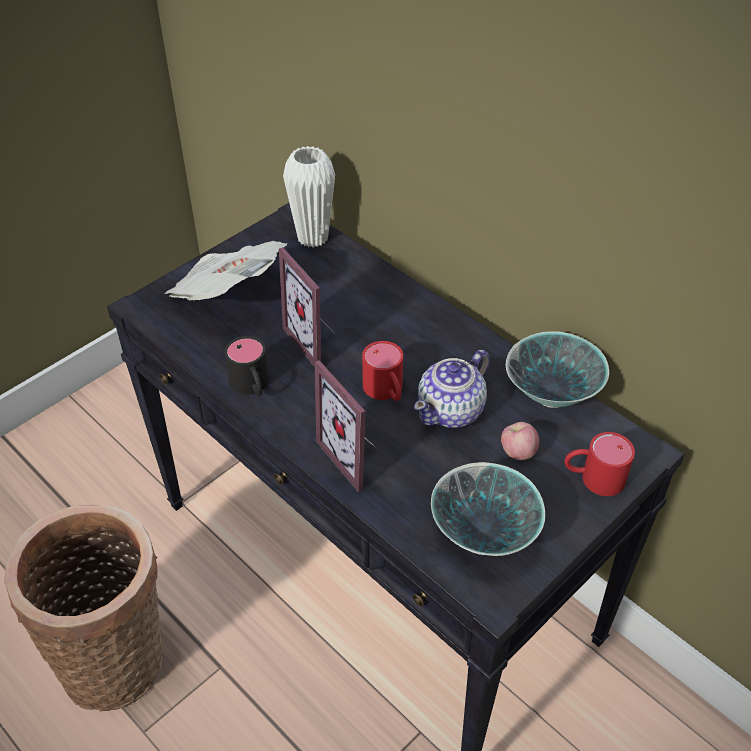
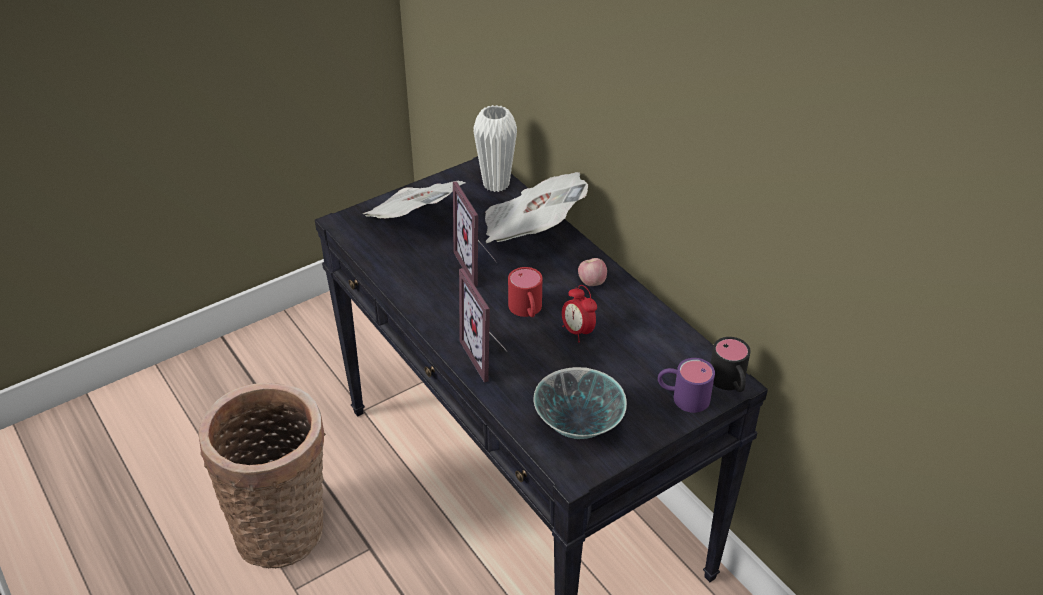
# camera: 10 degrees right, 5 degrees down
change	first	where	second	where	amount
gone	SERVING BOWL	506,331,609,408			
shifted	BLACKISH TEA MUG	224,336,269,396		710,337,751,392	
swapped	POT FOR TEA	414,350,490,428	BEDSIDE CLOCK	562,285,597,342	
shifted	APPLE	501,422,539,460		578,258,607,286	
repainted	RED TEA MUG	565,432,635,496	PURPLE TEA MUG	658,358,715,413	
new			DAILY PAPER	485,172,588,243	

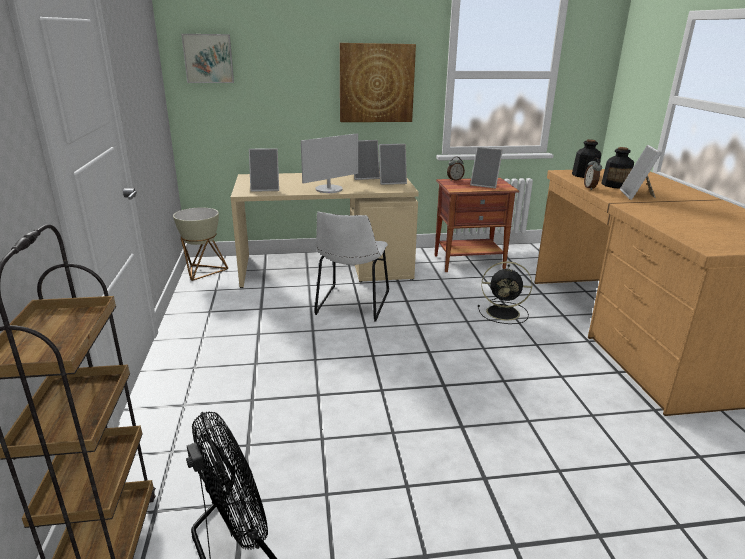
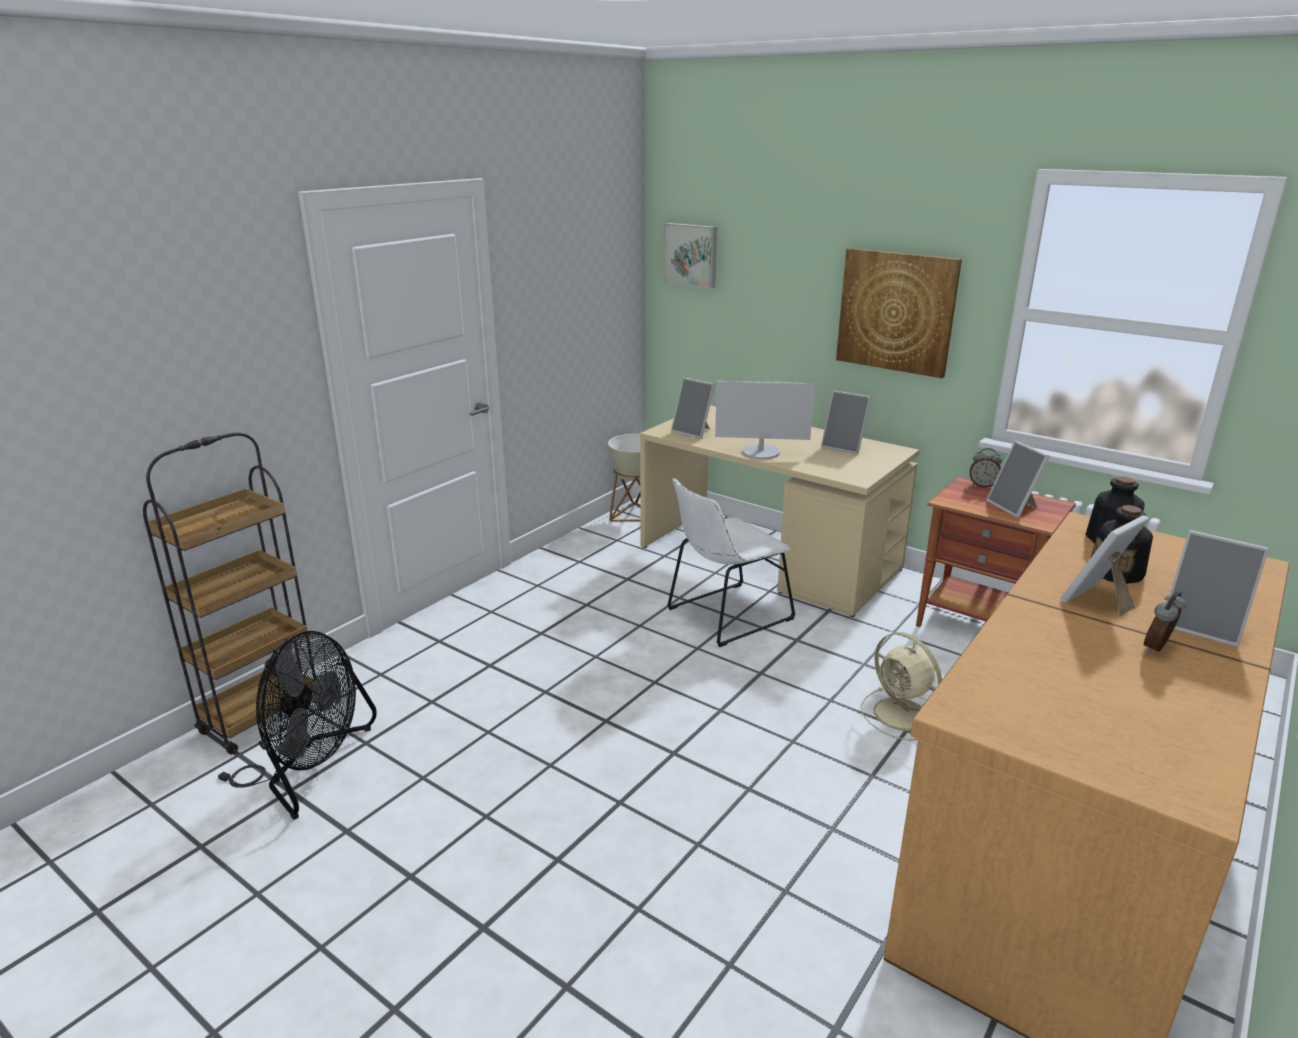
# camera: 45 degrees right, 0 degrees up
change	first	where	second	where	amount
shifted	STANDING FRAME	379,144,407,185		1168,530,1269,647	
shifted	BEDSIDE CLOCK	584,158,602,190		1144,591,1187,653	
repainted	BLACKISH COOLING FAN	478,261,532,324	SAND-COLOURED COOLING FAN	861,632,942,741	

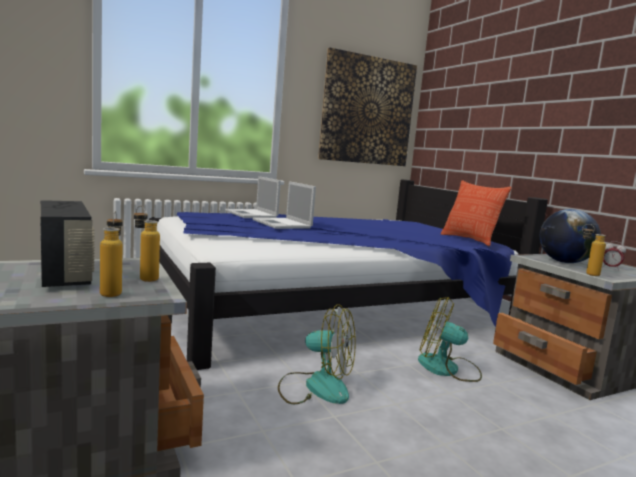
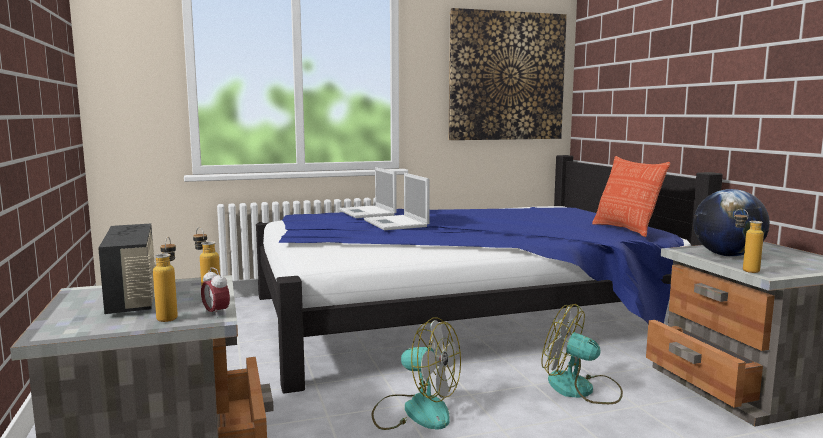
# camera: 10 degrees right, 0 degrees up
change	first	where	second	where	amount
shifted	BEDSIDE CLOCK	603,241,626,270		201,267,230,318	

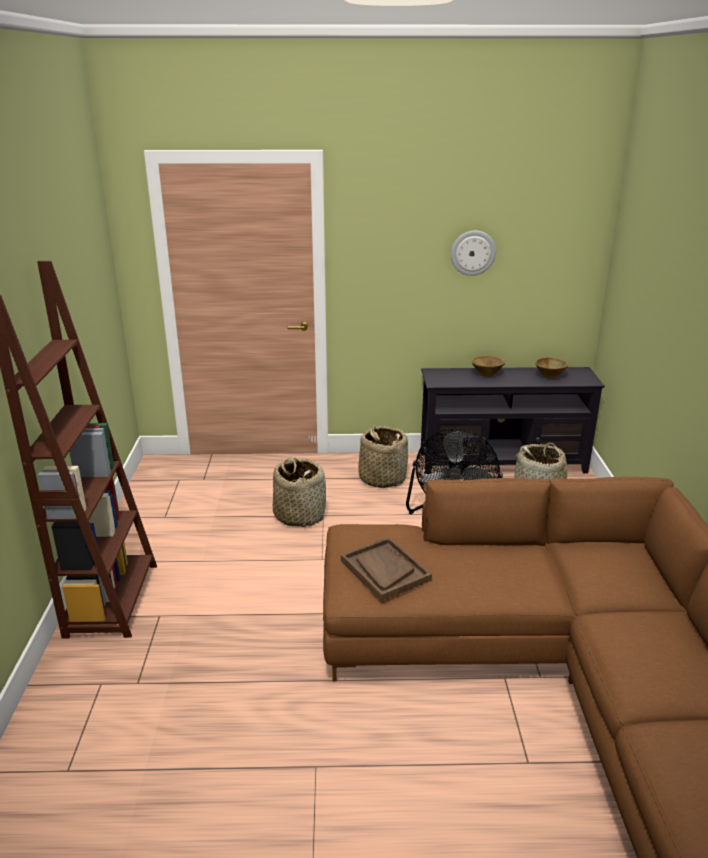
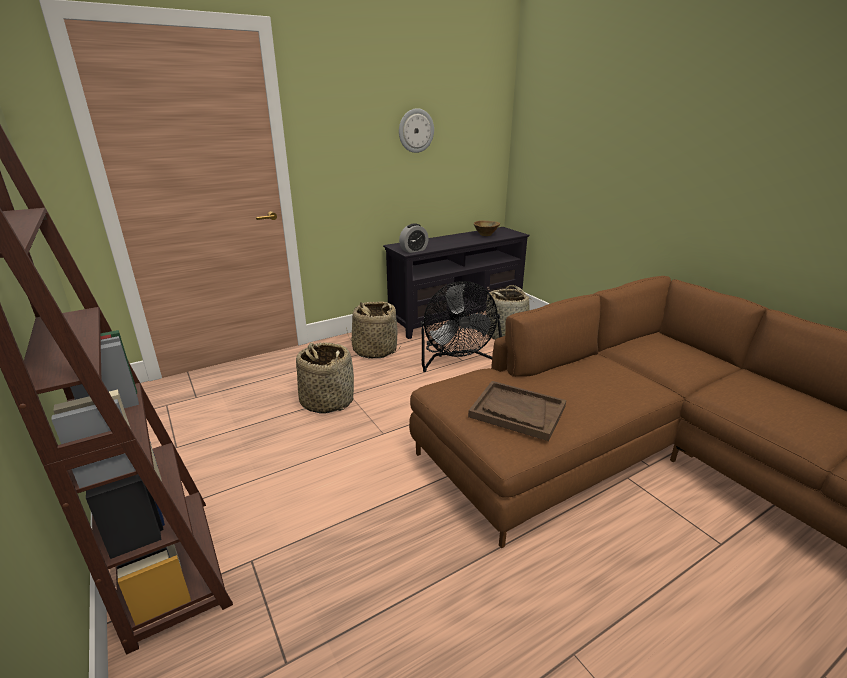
# camera: 30 degrees left, 0 degrees up
change	first	where	second	where	amount
gone	BROWN-COLOURED SERVING BOWL	471,355,505,377			
new			BEDSIDE CLOCK	399,223,429,253	

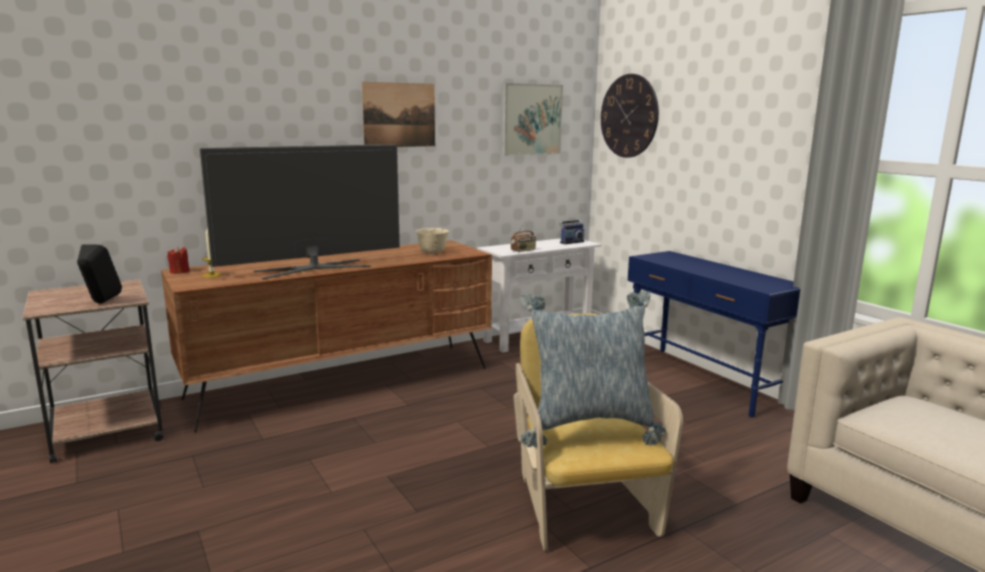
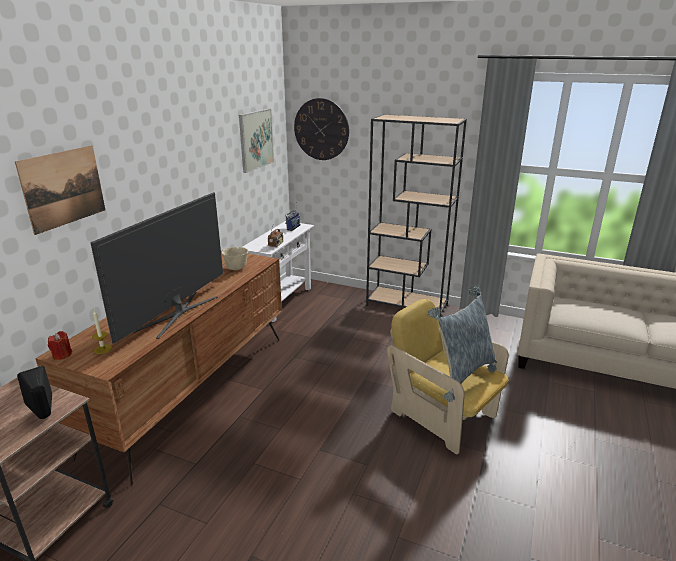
# camera: 35 degrees left, 10 degrees up
change	first	where	second	where	amount
shifted	WALL ART	362,82,435,147		15,145,105,235	
swapped	BLUE NARROW TABLE	627,251,800,418	SHELVING UNIT	366,114,467,317	

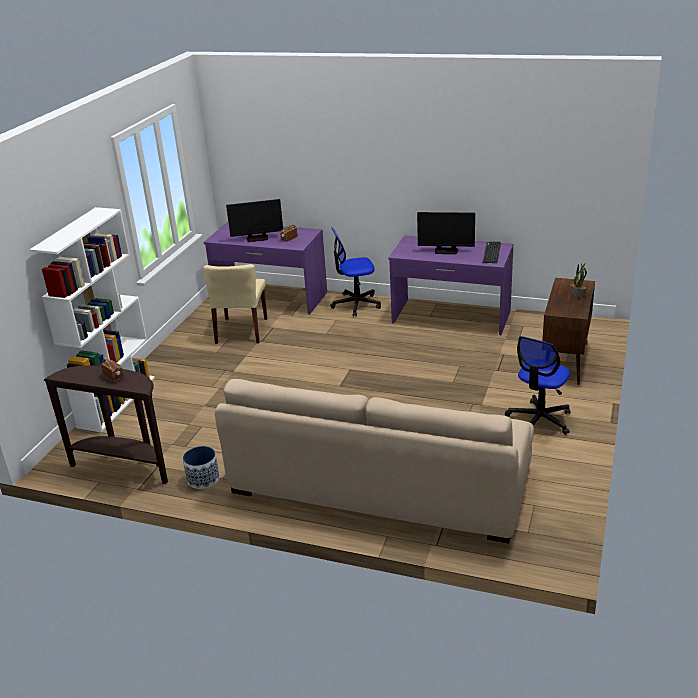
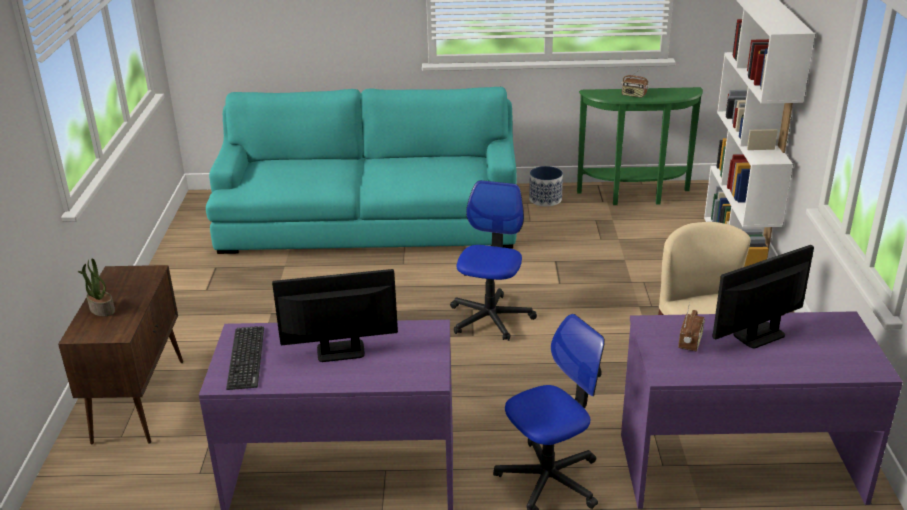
# camera: 160 degrees right, 0 degrees up
change	first	where	second	where	amount
shifted	DESK CHAIR	505,336,570,435		450,180,537,341	
repainted	BROWN-COLOURED NARROW TABLE	43,365,168,484	GREENISH NARROW TABLE	577,87,703,205	
repainted	SAND-COLOURED COUCH	215,379,534,544	TURQUOISE-COLOURED COUCH	206,87,517,254	

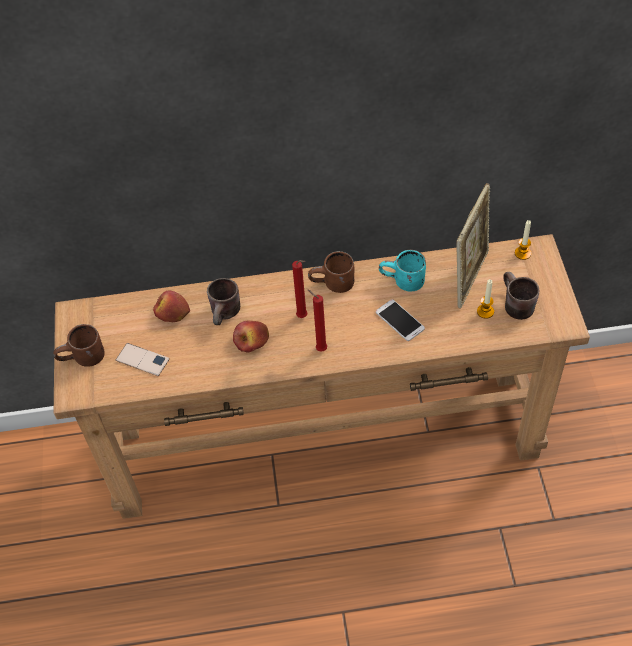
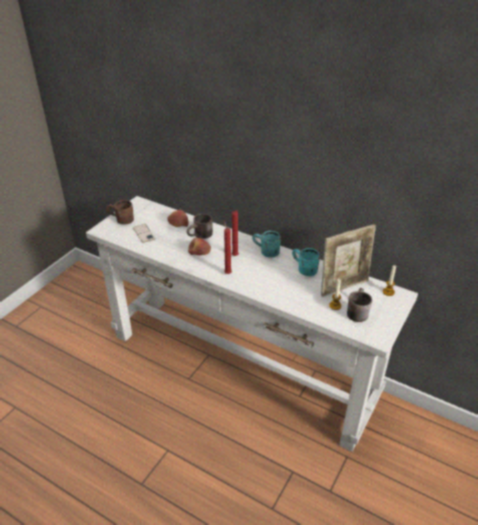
# camera: 35 degrees right, 15 degrees down
change	first	where	second	where	amount
repainted	BROWN-COLOURED NARROW TABLE	53,234,590,519	WHITE-COLOURED NARROW TABLE	86,196,418,452	
repainted	BROWN-COLOURED TEA MUG	308,251,354,293	TURQUOISE-COLOURED TEA MUG	252,231,281,258	
gone	TELEPHONE	376,299,425,341			

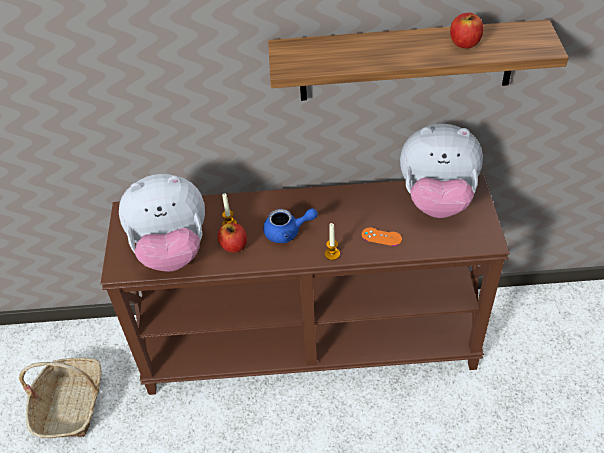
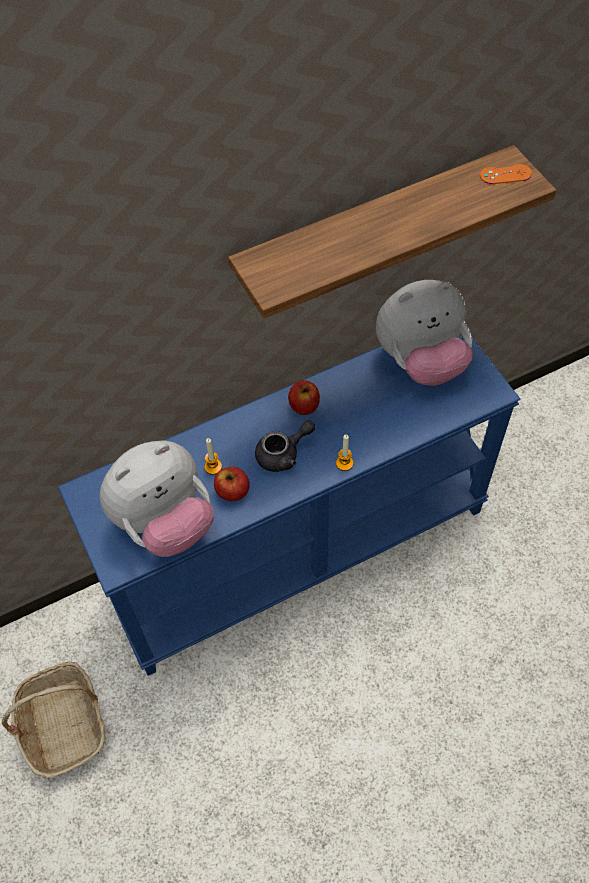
# camera: 25 degrees left, 10 degrees up
change	first	where	second	where	amount
shifted	APPLE	450,12,484,49		288,380,320,415	
repainted	BROWN-COLOURED NARROW TABLE	100,174,510,395	BLUE NARROW TABLE	58,335,521,676	
repainted	BLUE POT FOR TEA	263,208,318,243	GRAY POT FOR TEA	255,420,315,472	
shifted	ORANGE-COLOURED GAME CONTROLLER	362,227,402,246		480,164,532,184	

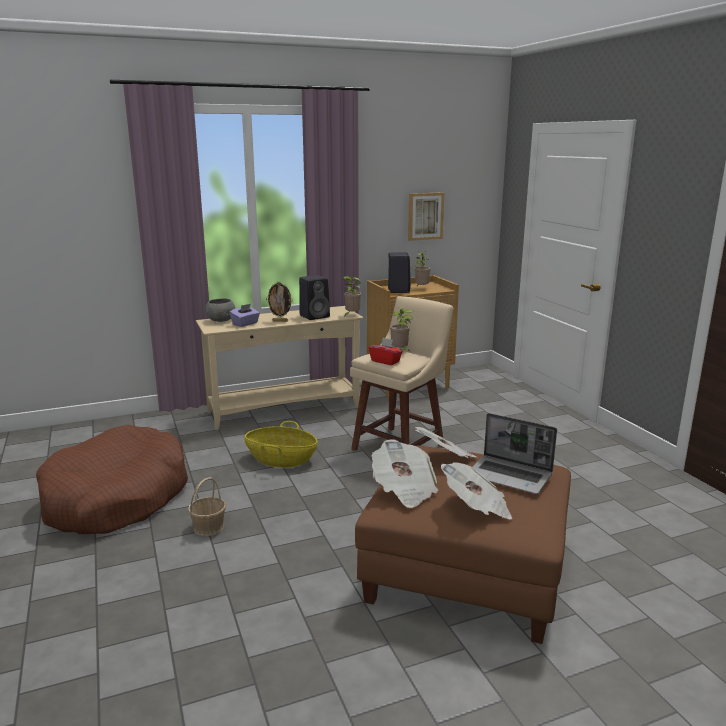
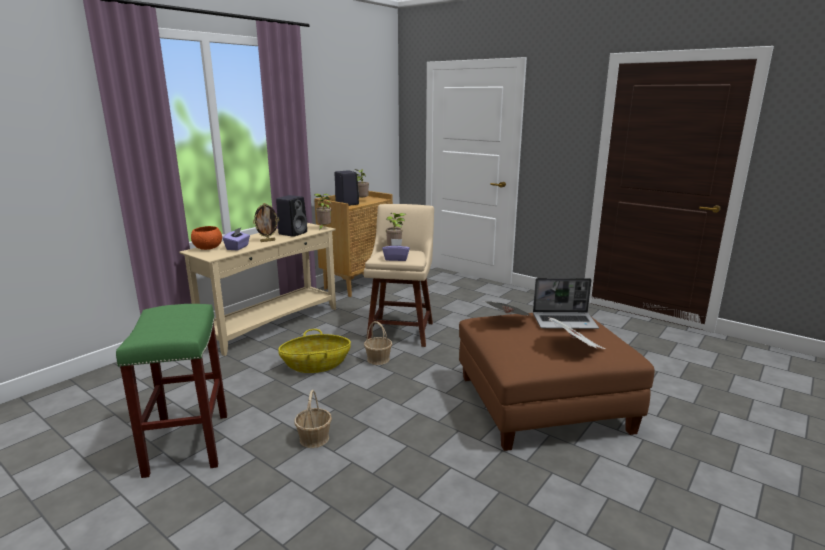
# camera: 30 degrees left, 0 degrees up
change	first	where	second	where	amount
gone	WALL ART	408,192,444,241			
repainted	GRAY SERVING BOWL	206,298,235,322	ORANGE-COLOURED SERVING BOWL	191,226,222,250	
repainted	RED TISSUE HOLDER	369,338,403,365	PURPLE TISSUE HOLDER	382,239,410,261	
swapped	BROWN-COLOURED DOG BED	36,425,188,534	GREENISH STOOL SEAT	116,304,227,478	
gone	DAILY PAPER	371,439,438,508			
new			HOUSEHOLD BASKET	364,321,392,365	

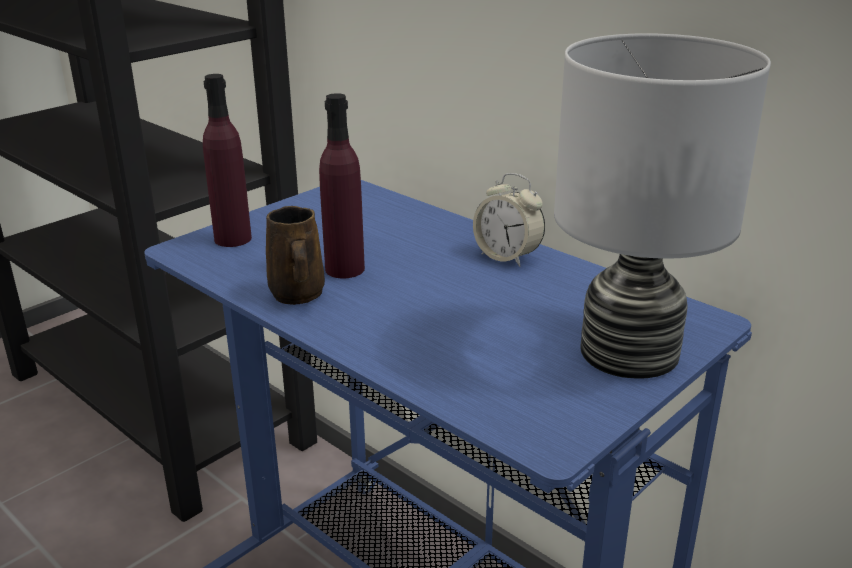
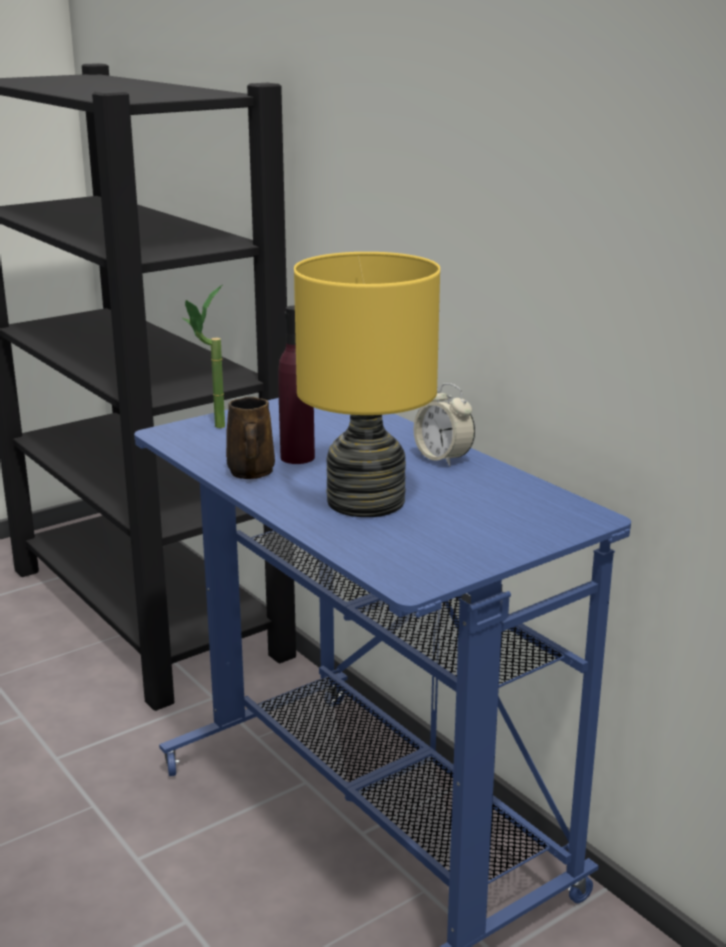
# camera: 10 degrees right, 5 degrees down
change	first	where	second	where	amount
gone	GRAY TABLETOP LAMP	554,33,771,379			
swapped	PURPLE BEVERAGE BOTTLE	203,74,252,247	PLANT IN A POT	183,285,225,428	
new			YELLOW TABLETOP LAMP	294,252,440,517	

